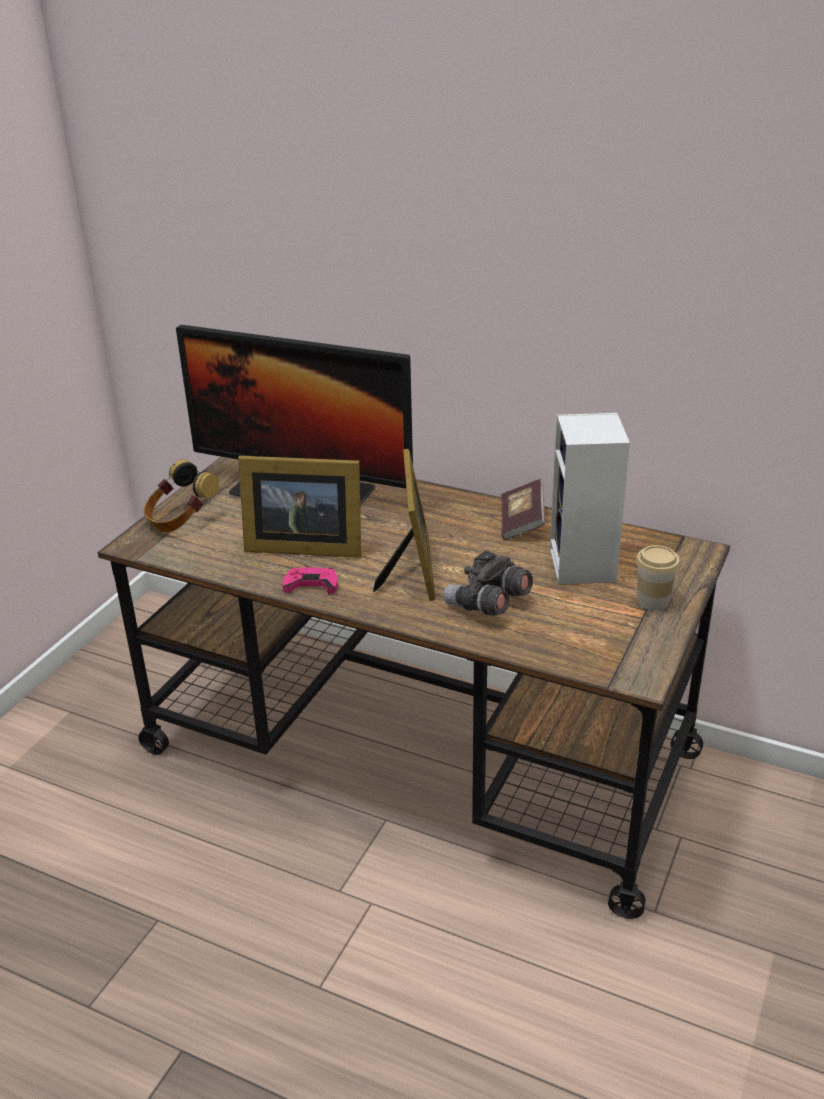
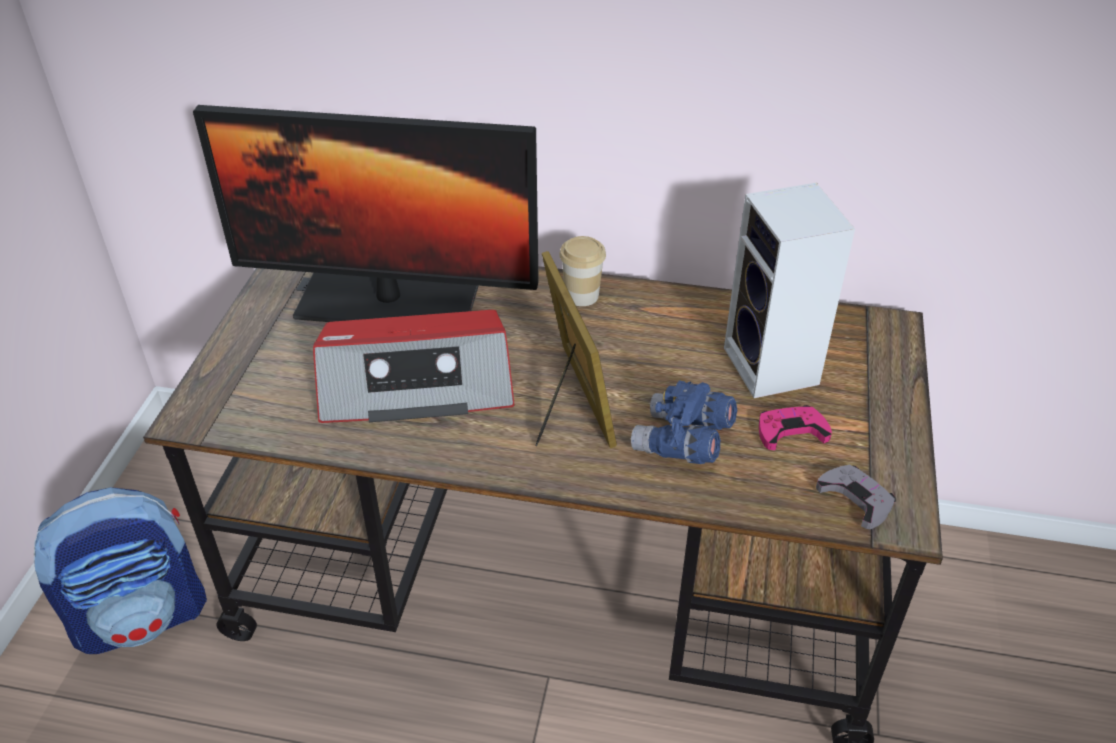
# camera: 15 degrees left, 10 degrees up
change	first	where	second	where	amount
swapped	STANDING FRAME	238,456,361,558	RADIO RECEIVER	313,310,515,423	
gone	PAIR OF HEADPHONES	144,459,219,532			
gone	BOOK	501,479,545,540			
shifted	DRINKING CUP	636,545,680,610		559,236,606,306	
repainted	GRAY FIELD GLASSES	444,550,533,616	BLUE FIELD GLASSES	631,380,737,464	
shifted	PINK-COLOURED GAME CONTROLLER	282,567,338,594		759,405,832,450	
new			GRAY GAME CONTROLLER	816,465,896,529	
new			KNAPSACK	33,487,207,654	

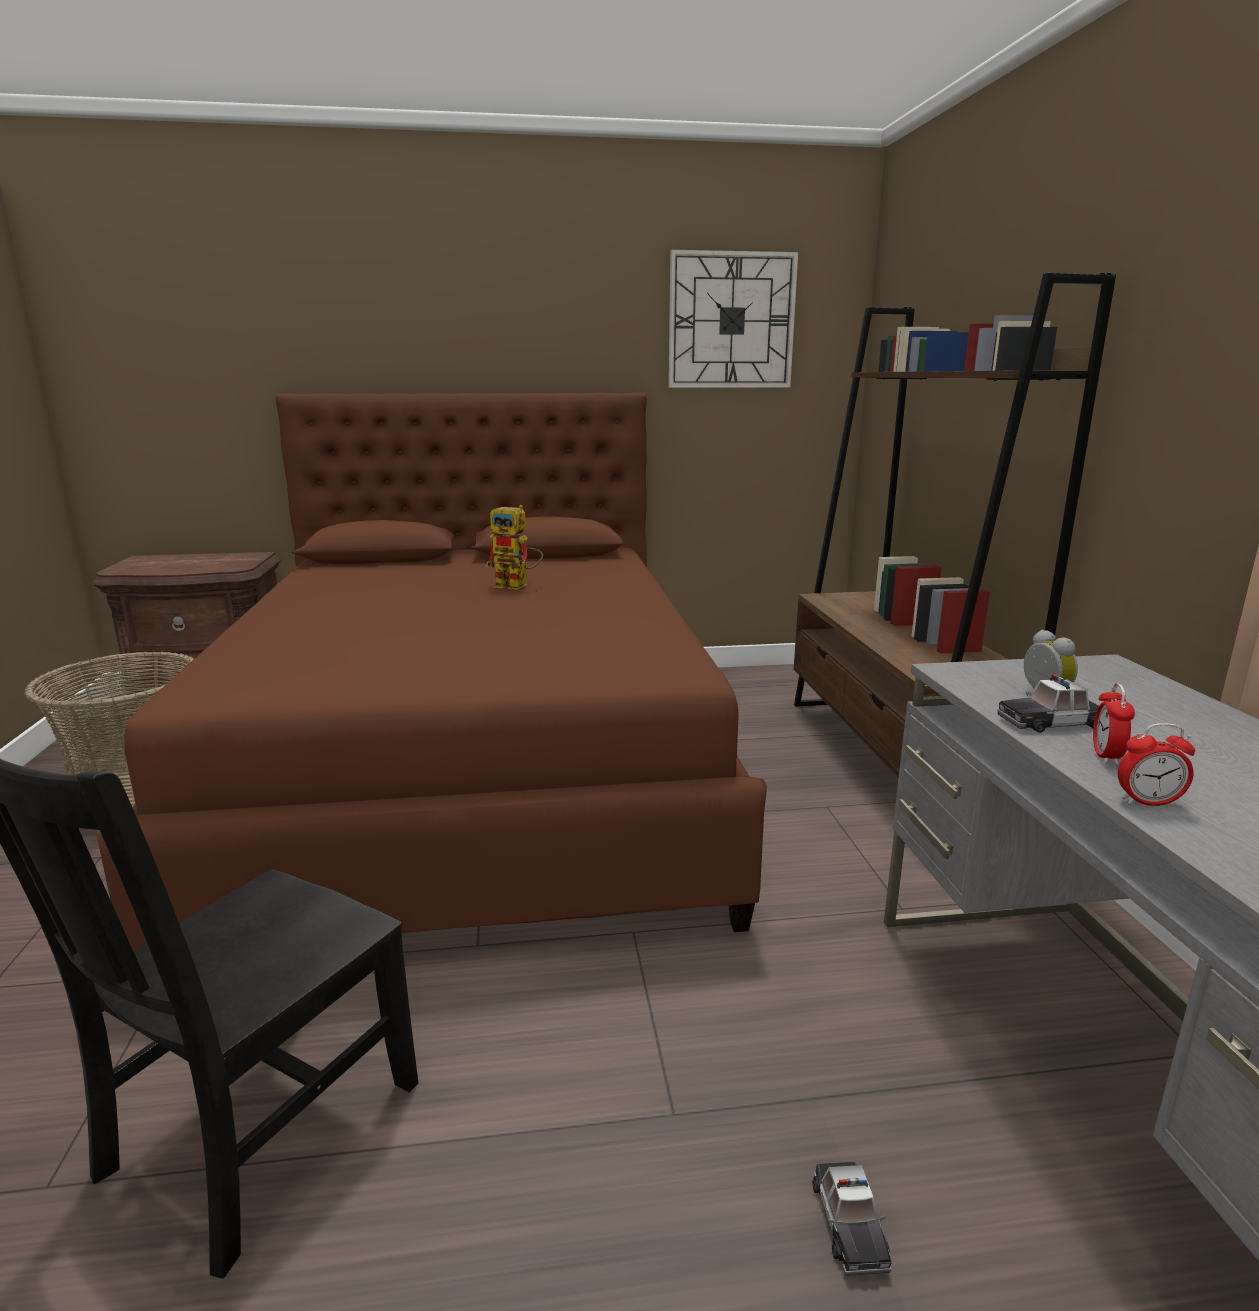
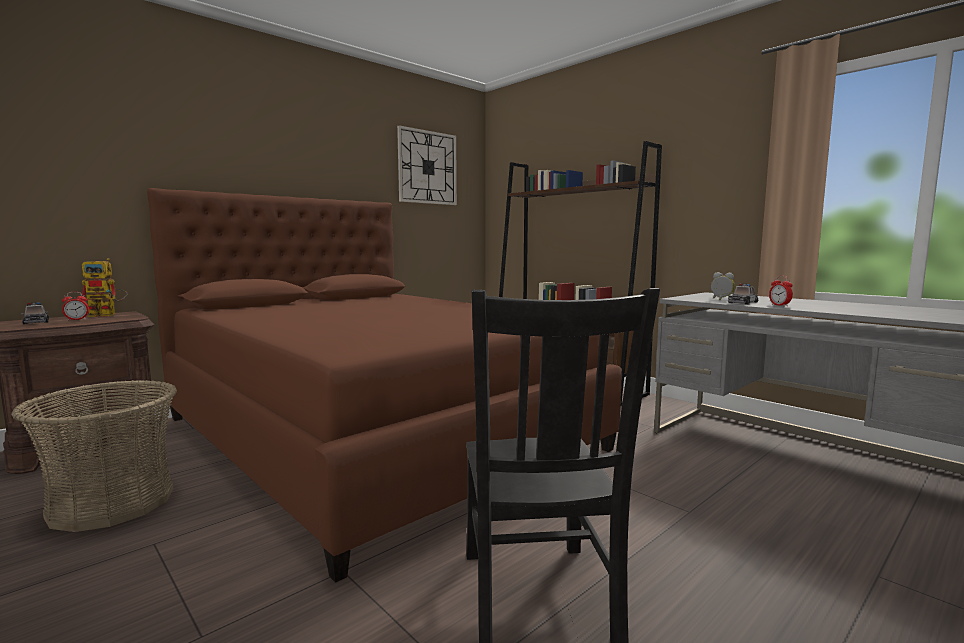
# camera: 35 degrees left, 10 degrees down
change	first	where	second	where	amount
shifted	ROBOT FIGURE	486,505,543,590		82,258,128,317	
shifted	BEDSIDE CLOCK	1118,723,1195,807		62,292,89,320	
shifted	MODEL CAR	812,1162,892,1276		21,302,49,324	

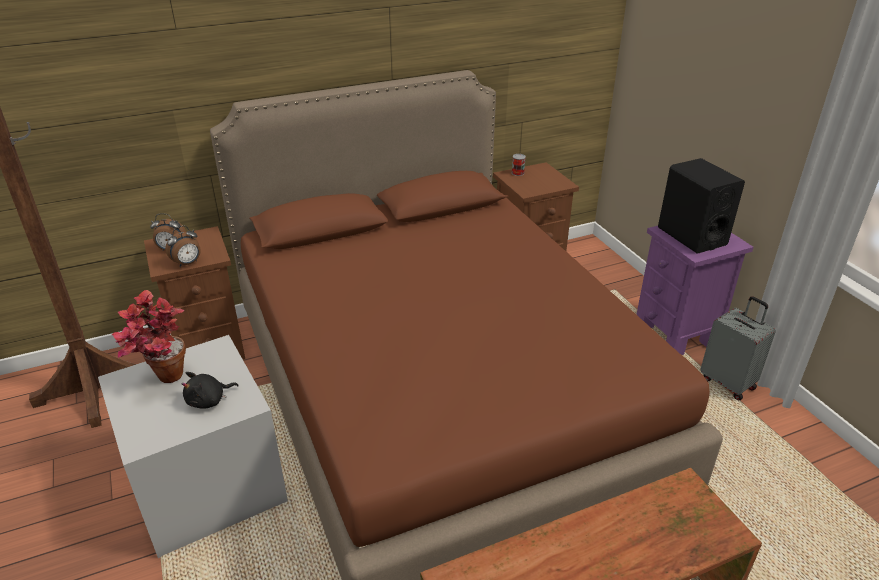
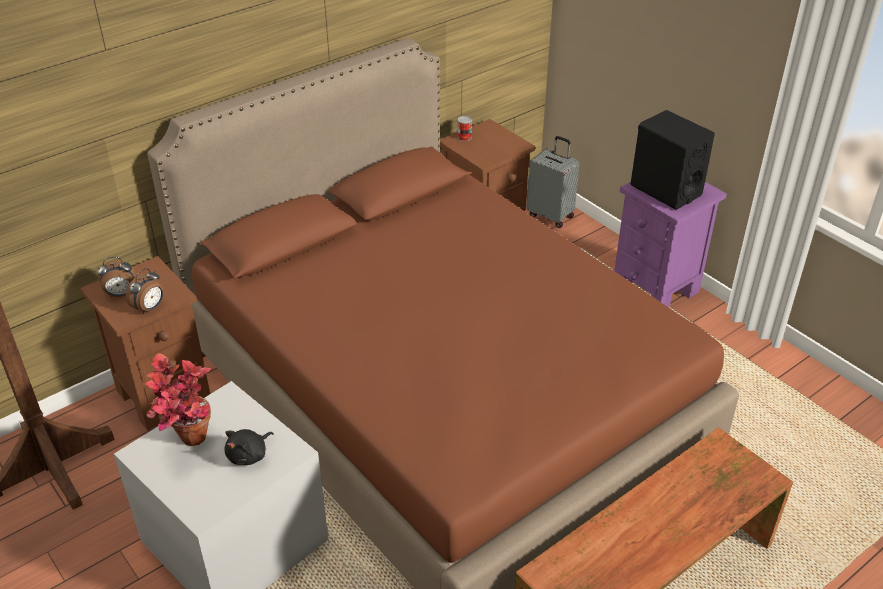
# camera: 15 degrees left, 5 degrees up
change	first	where	second	where	amount
shifted	GRAY TRAVEL CASE	700,296,776,401		526,136,580,228	

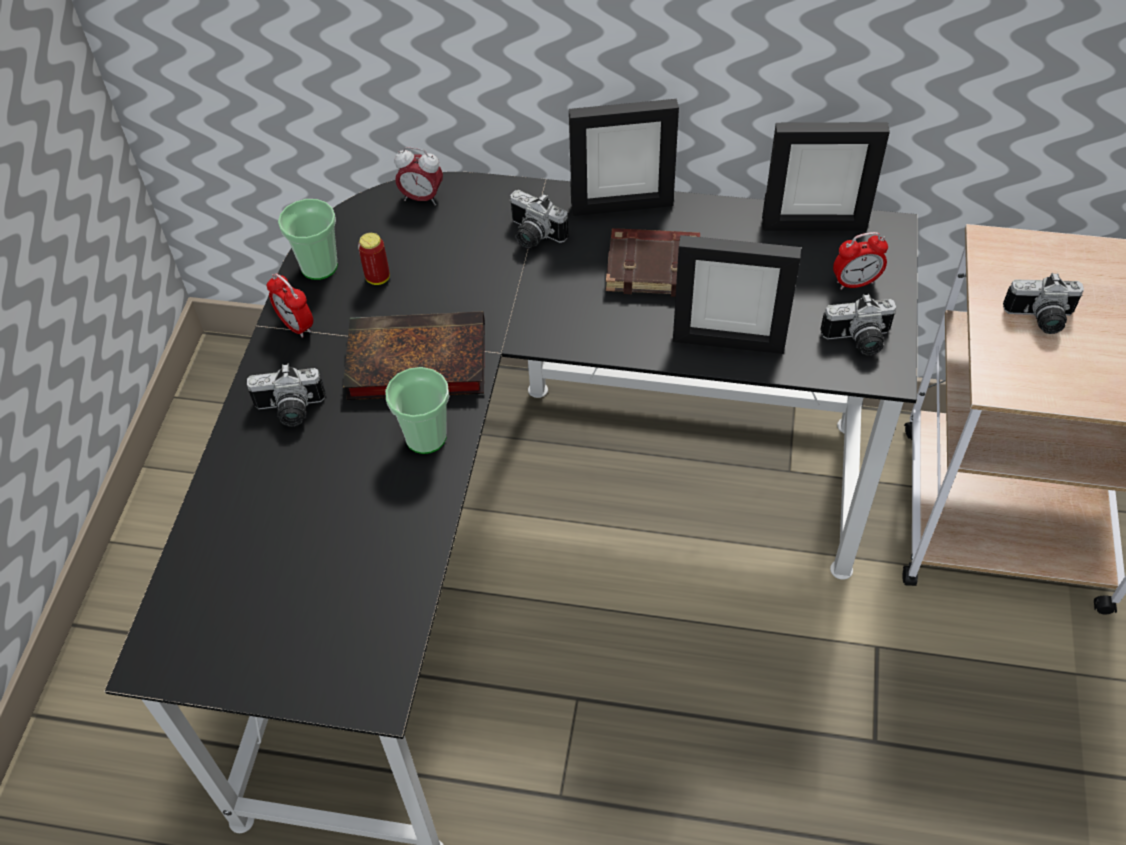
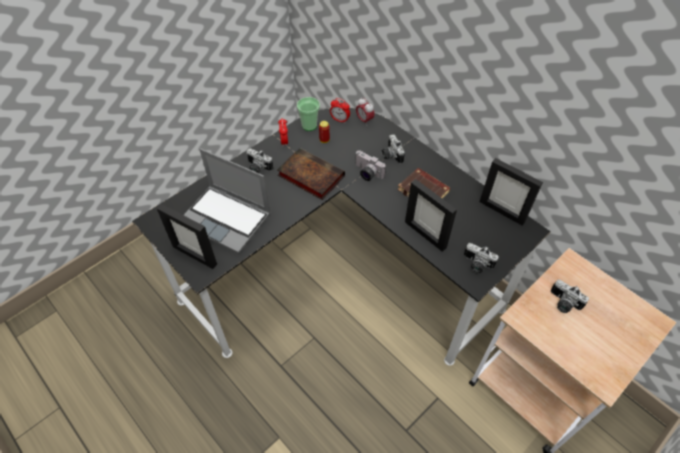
# camera: 35 degrees right, 0 degrees up
change	first	where	second	where	amount
shifted	STANDING FRAME	569,99,679,216		157,204,217,269	
shifted	BEDSIDE CLOCK	833,232,888,290		330,98,350,123	
gone	DRINKING CUP	385,367,449,454			
new			LAPTOP	184,148,270,253	
new			STILL CAMERA	355,151,386,181	

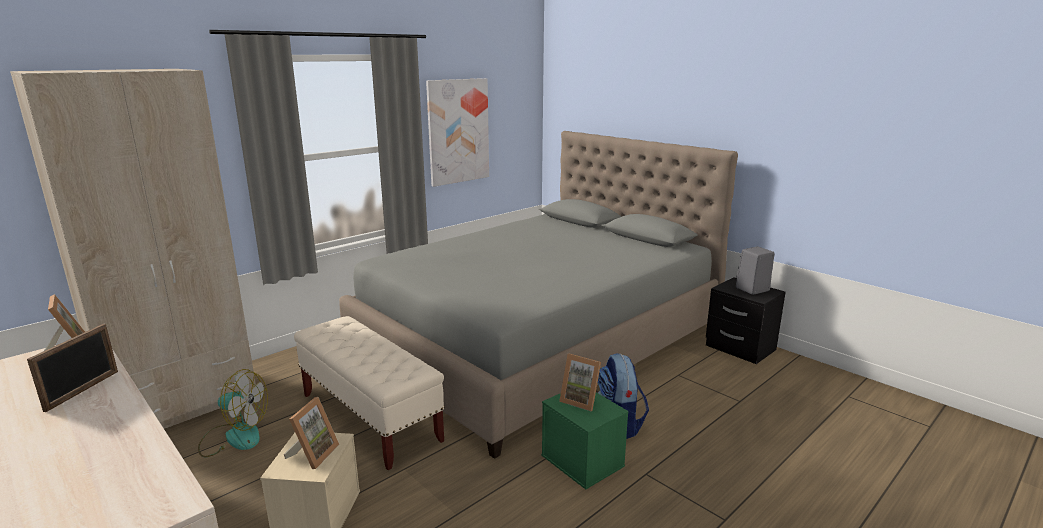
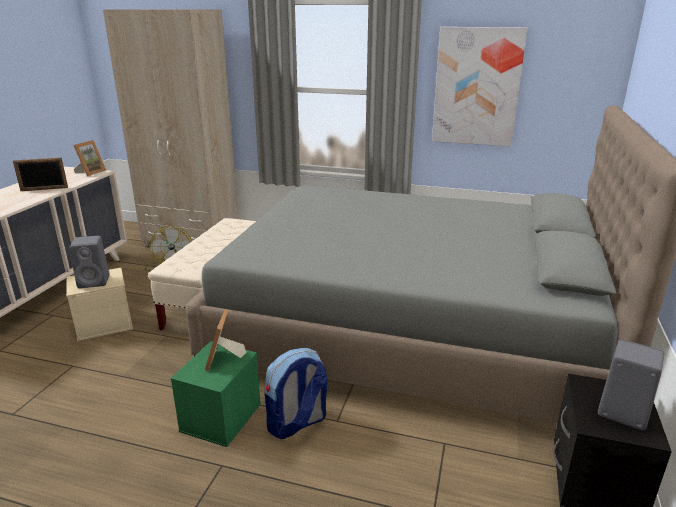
# camera: 60 degrees right, 5 degrees up
change	first	where	second	where	amount
swapped	STANDING FRAME	284,397,339,469	GRAY LOUDSPEAKER	70,236,110,288	

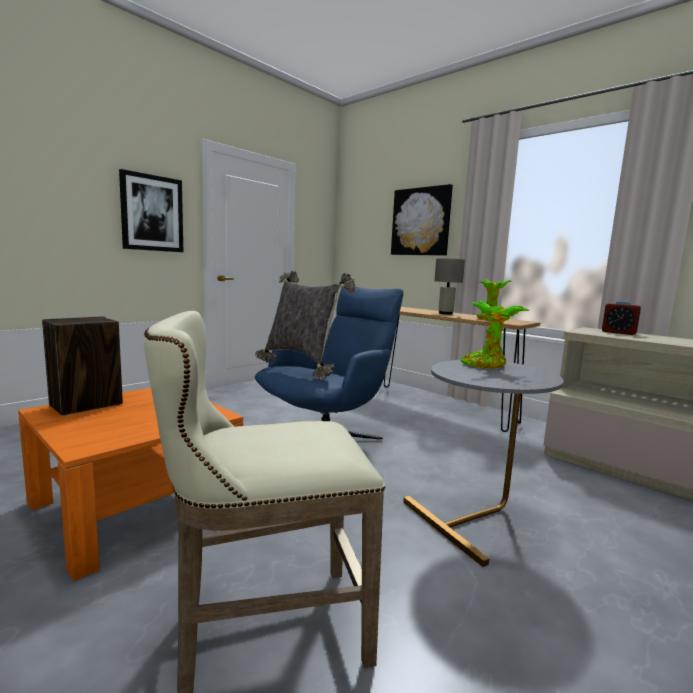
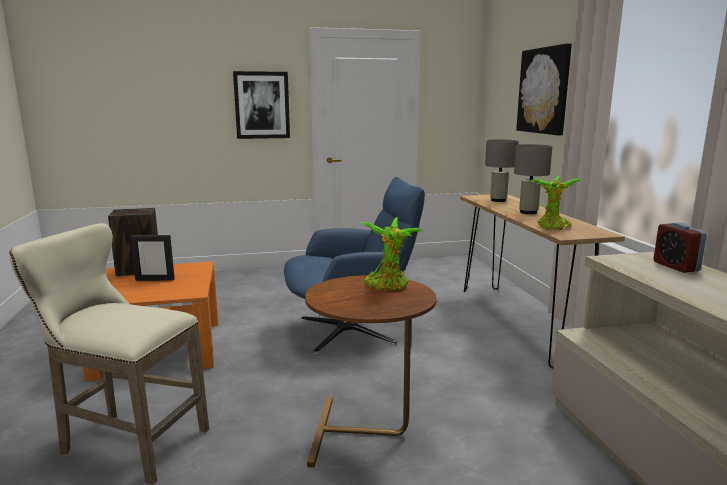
# camera: 35 degrees right, 5 degrees up
change	first	where	second	where	amount
gone	PILLOW	254,271,356,380			
repainted	GRAY SIDE TABLE	403,360,564,567	BROWN-COLOURED SIDE TABLE	305,275,437,468	
new			GRAY TABLETOP LAMP	485,139,519,202	
new			STANDING FRAME	130,235,175,281	

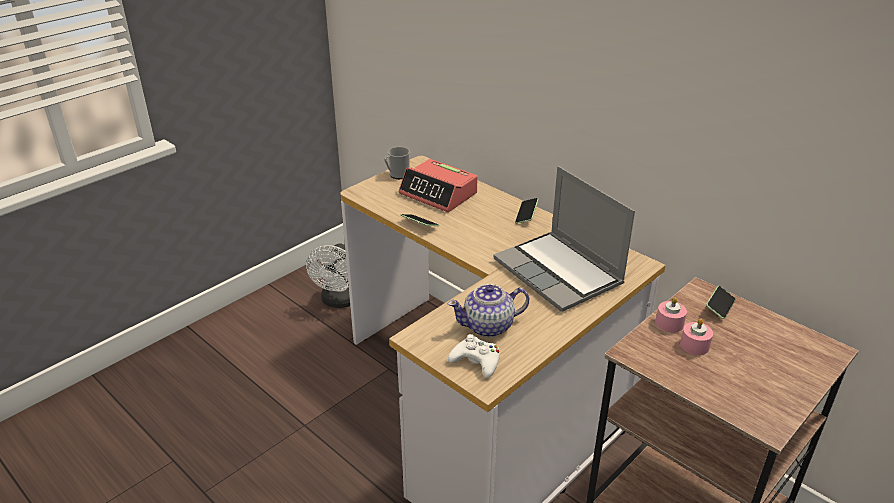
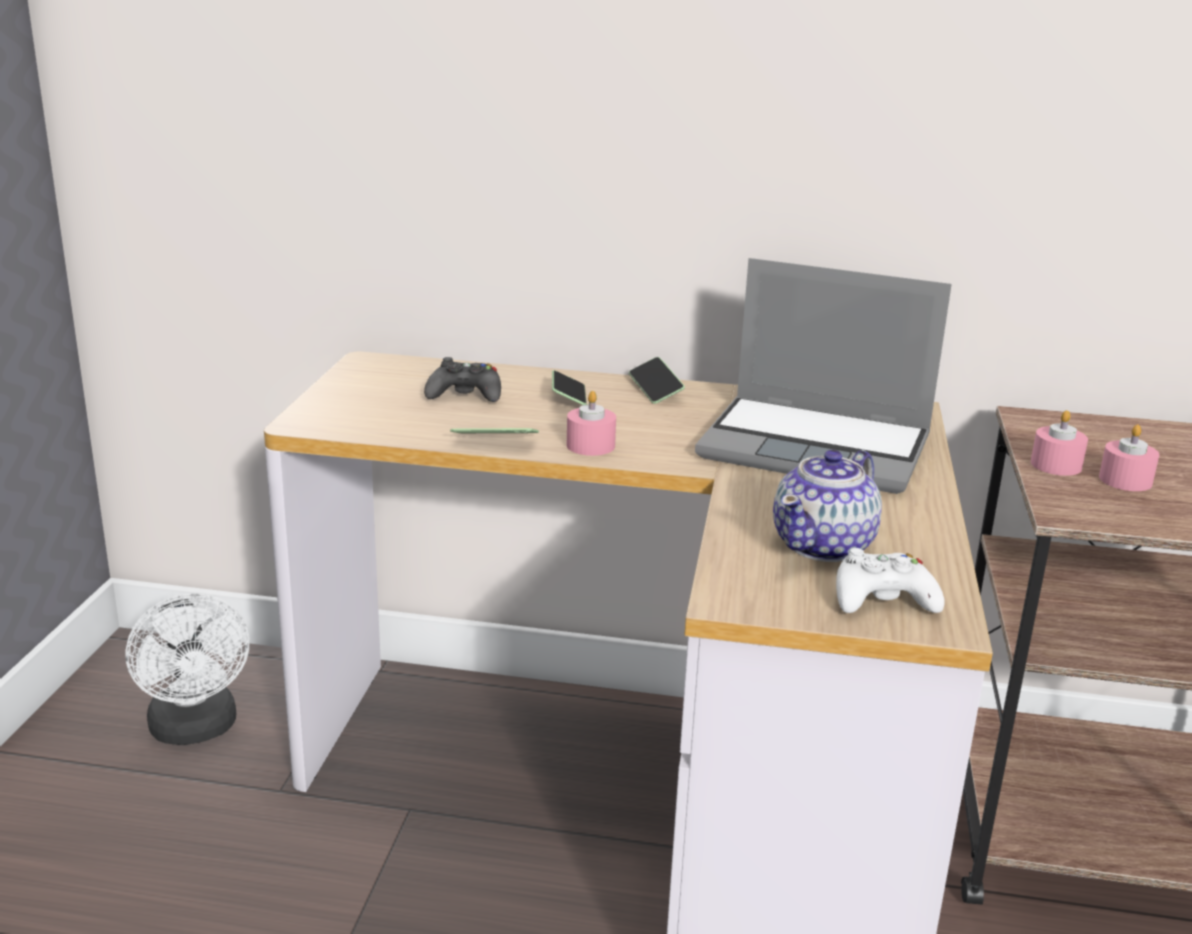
# camera: 35 degrees left, 10 degrees down
change	first	where	second	where	amount
gone	TEA MUG	384,147,410,179			
swapped	BEDSIDE CLOCK	399,159,478,212	BLACKISH GAME CONTROLLER	424,357,501,402	
shifted	TELEPHONE	706,286,736,319		552,370,587,405	
new			PINK-COLOURED WAX LIGHT	567,391,616,456	

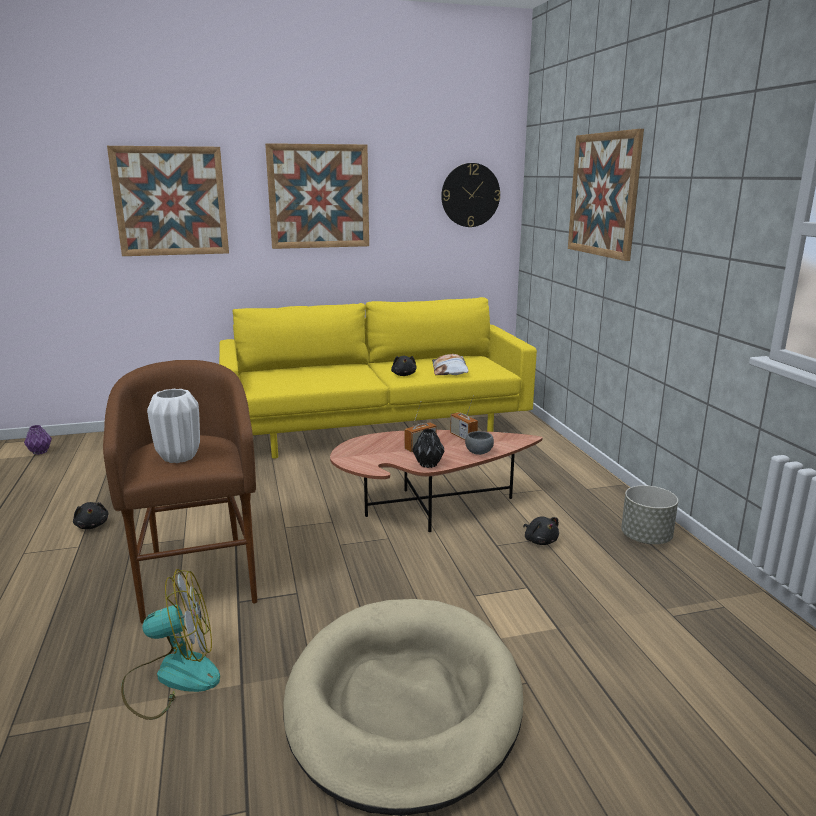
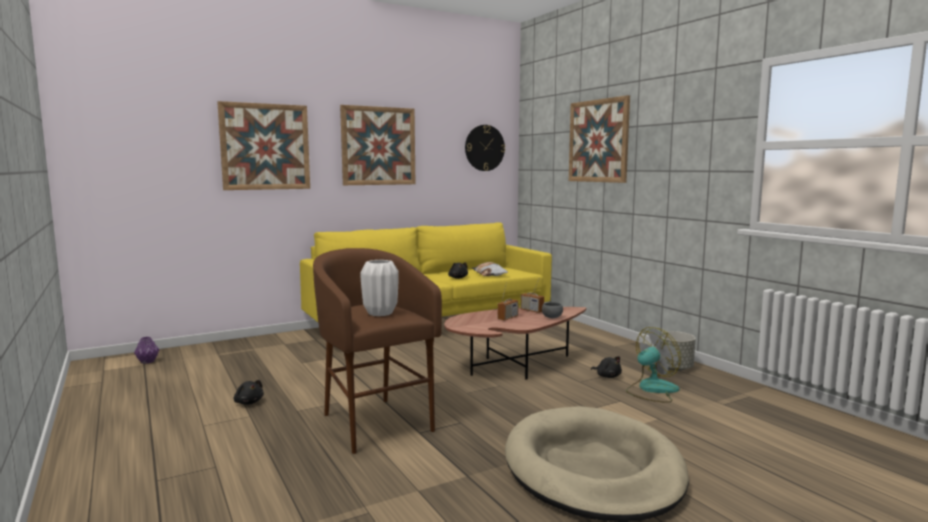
# camera: 15 degrees left, 10 degrees down
change	first	where	second	where	amount
gone	BLACKISH VASE	412,429,445,468			
shifted	COOLING FAN	121,569,220,720		626,327,681,403	

